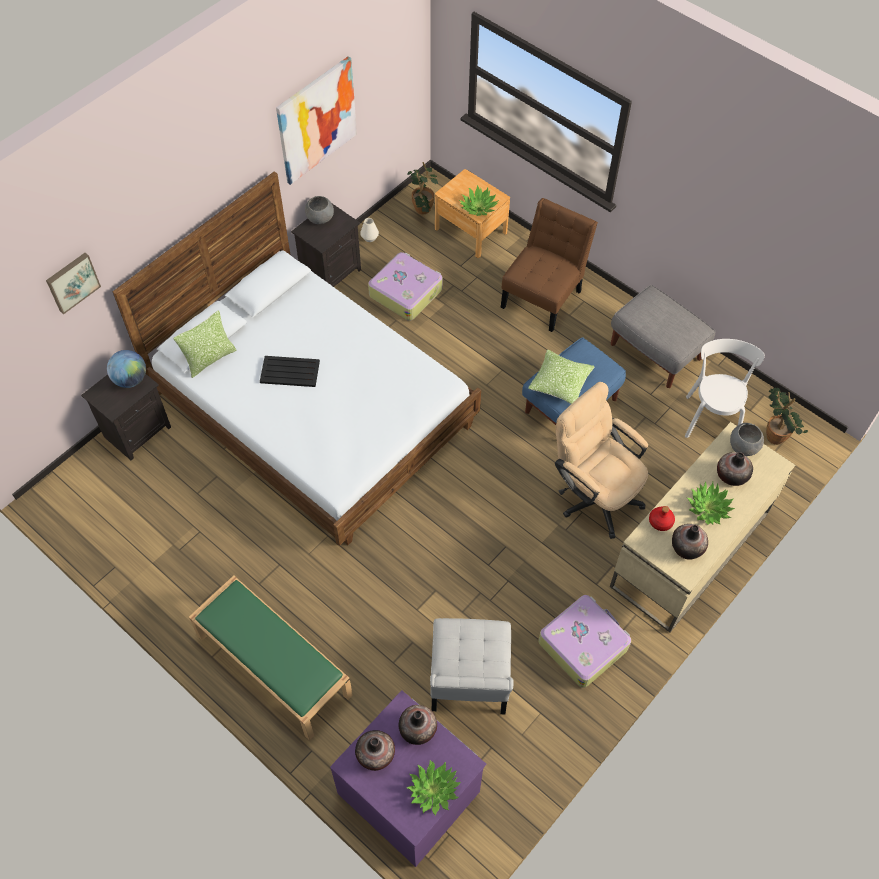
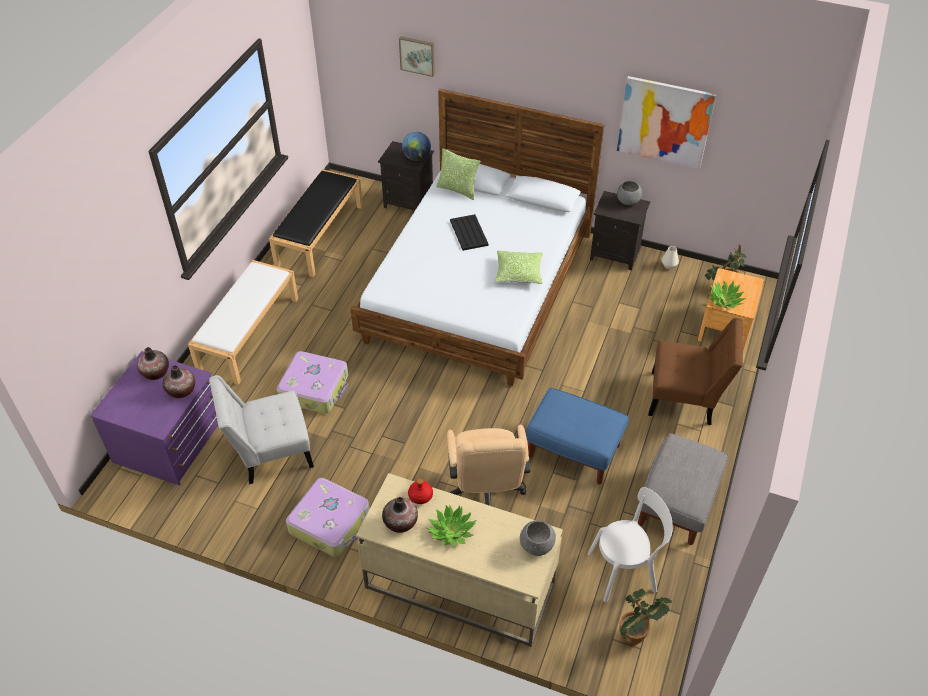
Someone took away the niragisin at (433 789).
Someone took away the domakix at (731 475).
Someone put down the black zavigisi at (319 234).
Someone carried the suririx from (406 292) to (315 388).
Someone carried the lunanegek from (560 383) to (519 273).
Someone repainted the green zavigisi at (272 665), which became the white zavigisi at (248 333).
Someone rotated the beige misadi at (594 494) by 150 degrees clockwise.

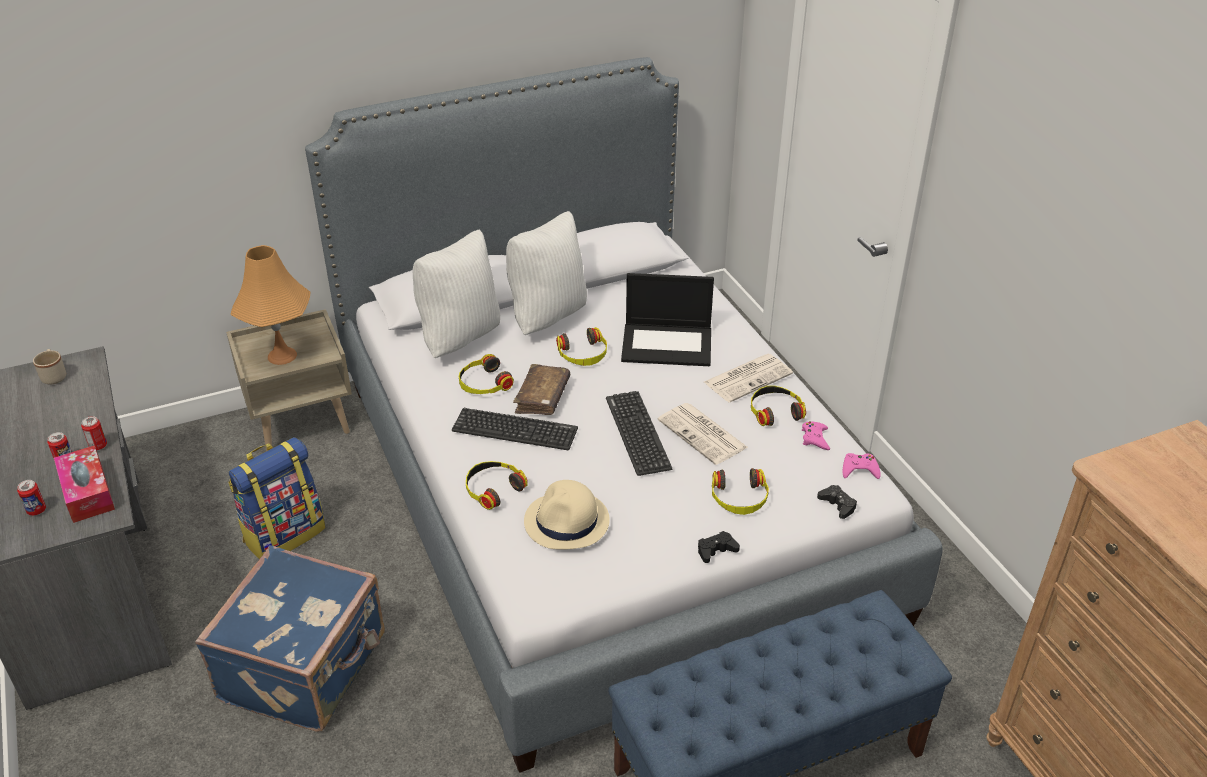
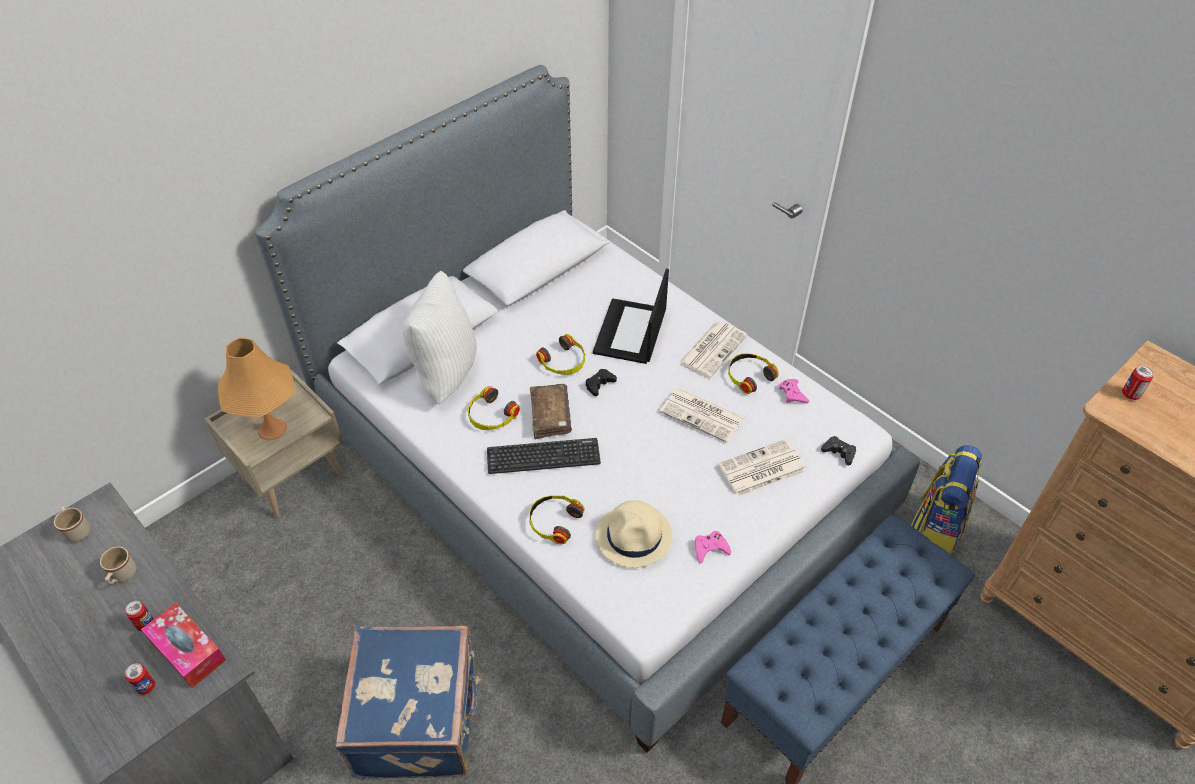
Someone took away the white lunanegek at (547 316).
Someone took away the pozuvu at (637 433).
Someone put down the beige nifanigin at (122 576).
Someone carried the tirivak from (98 446) to (1130 394).
Someone carried the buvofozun from (284 534) to (936 526).
Someone carried the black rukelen from (716 550) to (599 384).
Someone carried the pink rukelen from (859 469) to (710 549).
Someone swapped the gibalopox at (739 498) for the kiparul at (761 469).
Someone rotated the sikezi at (668 344) by 120 degrees clockwise.

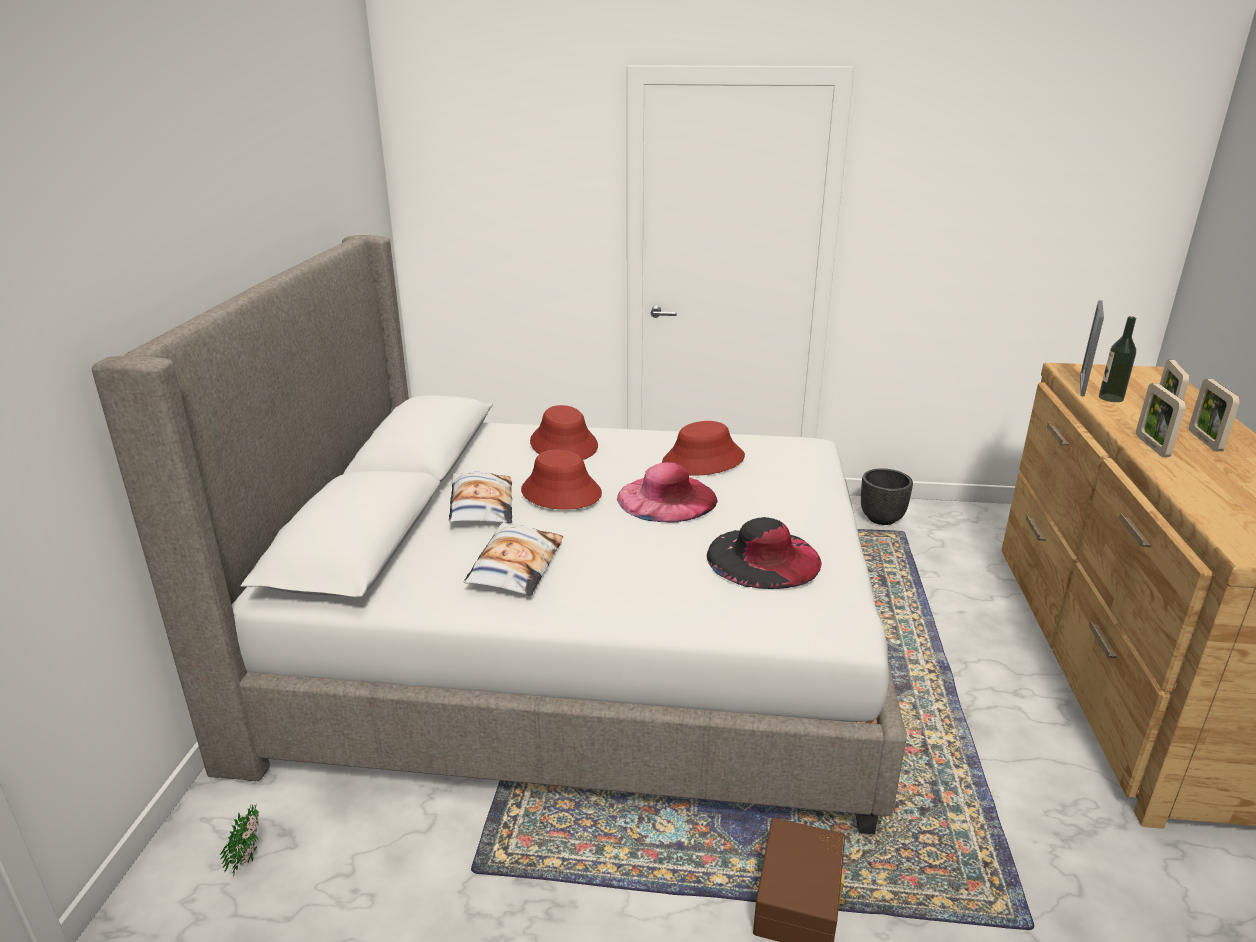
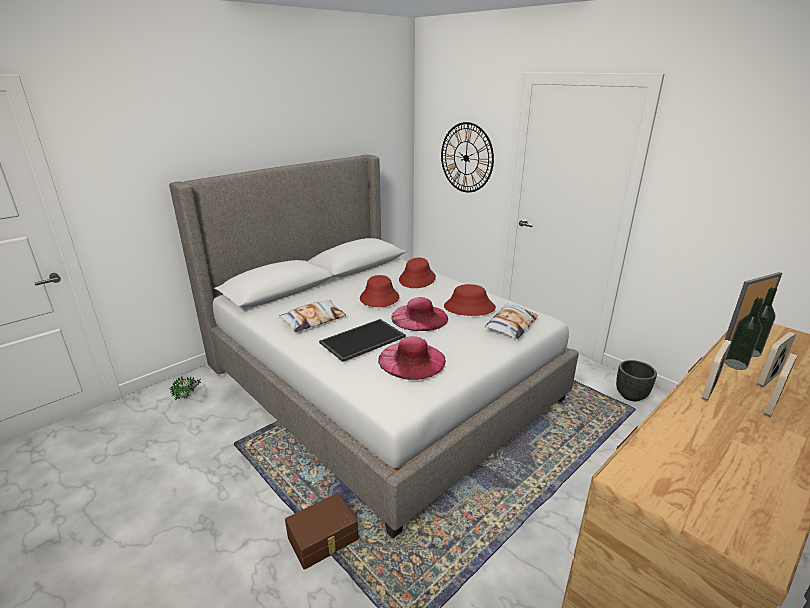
Someone put down the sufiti at (363 340).
Someone put up the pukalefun at (466 158).
Someone put down the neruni at (735 364).
Someone carried the lunanegek from (480 506) to (511 325).
Someone repainted the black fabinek at (763 558), which became the pink fabinek at (412 360).

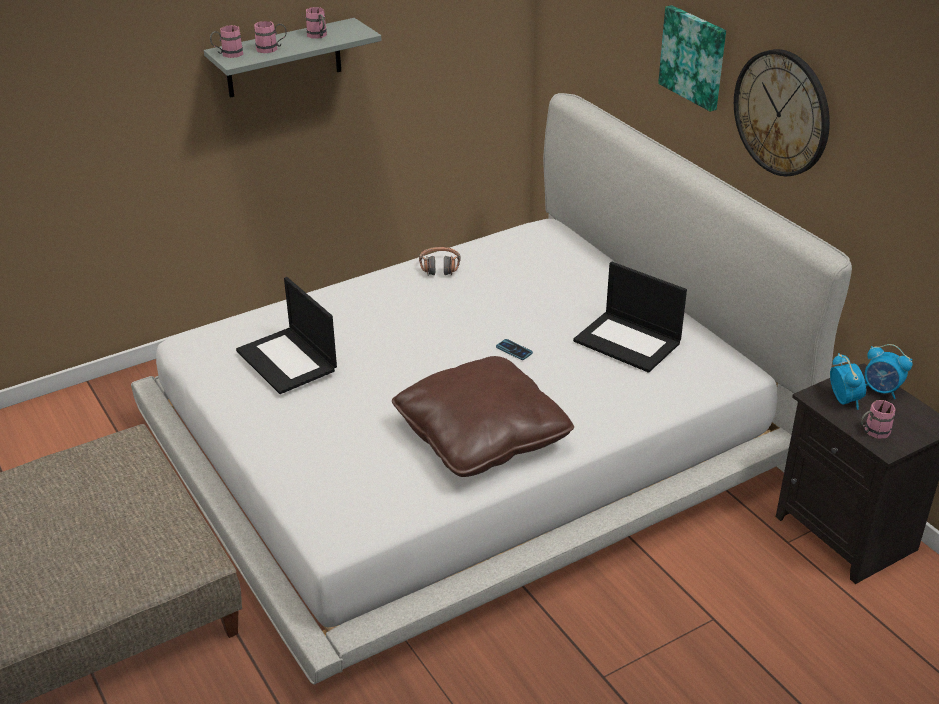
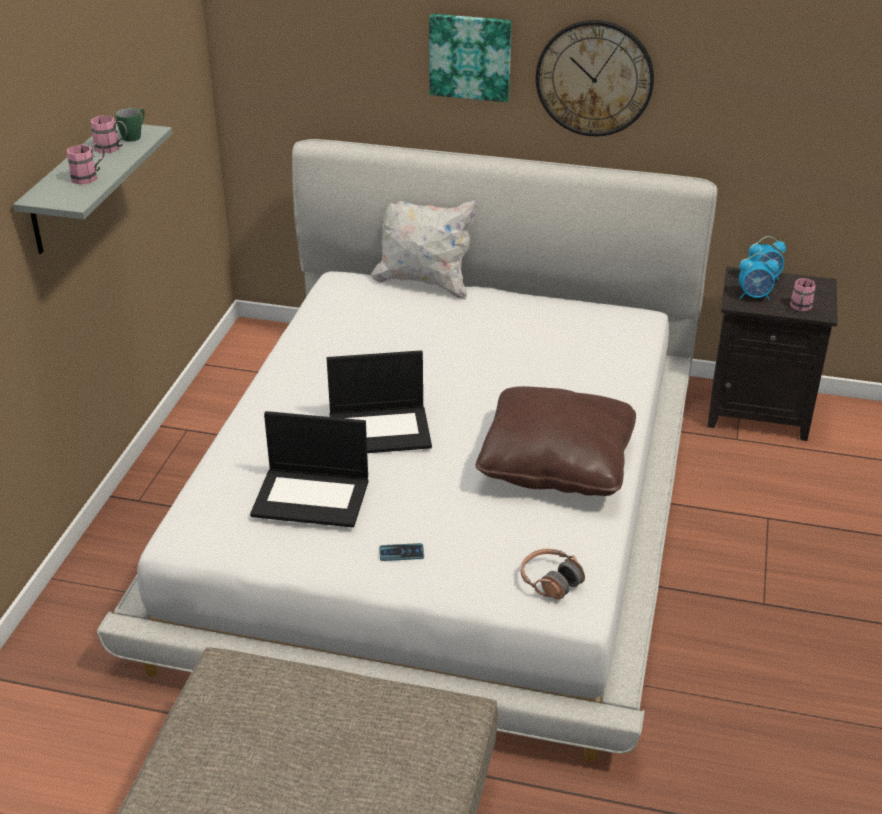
Someone took away the pink nifanigin at (228 55).
Someone put down the green nifanigin at (134 136).
Someone put down the white lunanegek at (424 282).
Someone carried the gibalopox from (439 268) to (550 581).
Someone carried the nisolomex from (514 350) to (401 553).
Someone carried the sikezi from (628 342) to (380 430).
Someone rotated the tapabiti at (844 400) by 150 degrees clockwise.

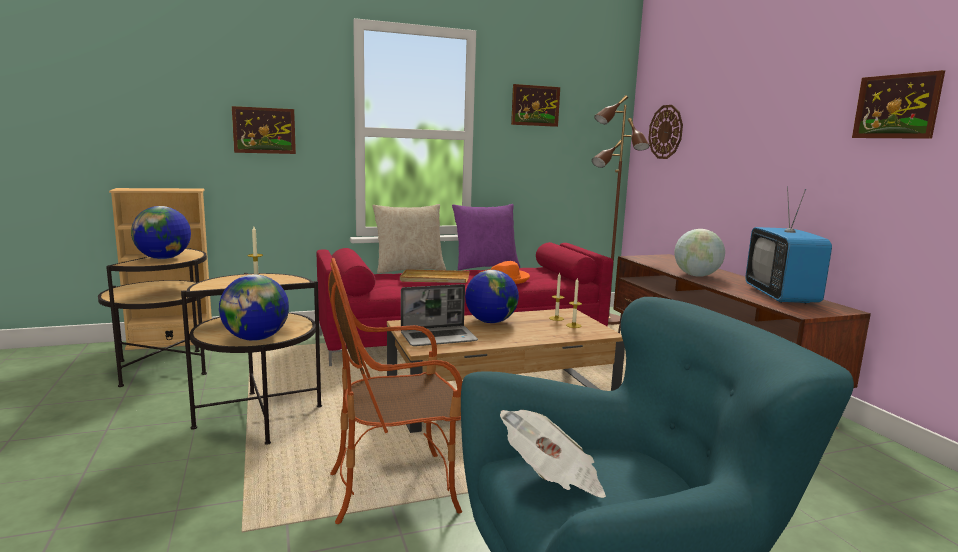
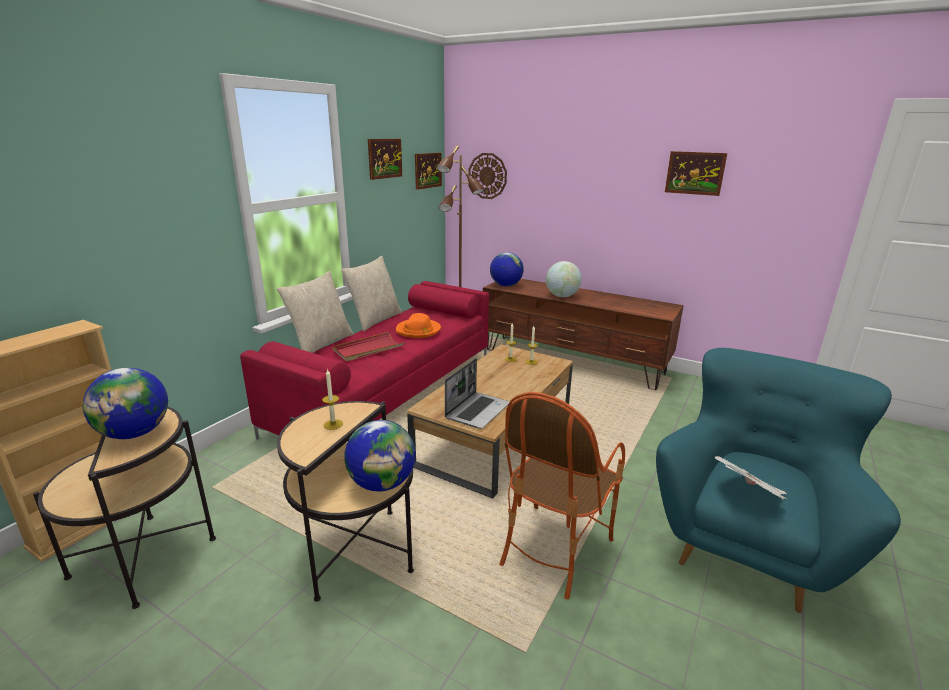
Someone took away the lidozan at (781 296).
Someone carried the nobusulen from (264 130) to (428 170).
Someone carried the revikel from (490 322) to (505 285).
Someone repainted the beige sufiti at (434 279), which became the red sufiti at (368 349).
Someone repainted the purple lunanegek at (485 267), which became the beige lunanegek at (375 320).

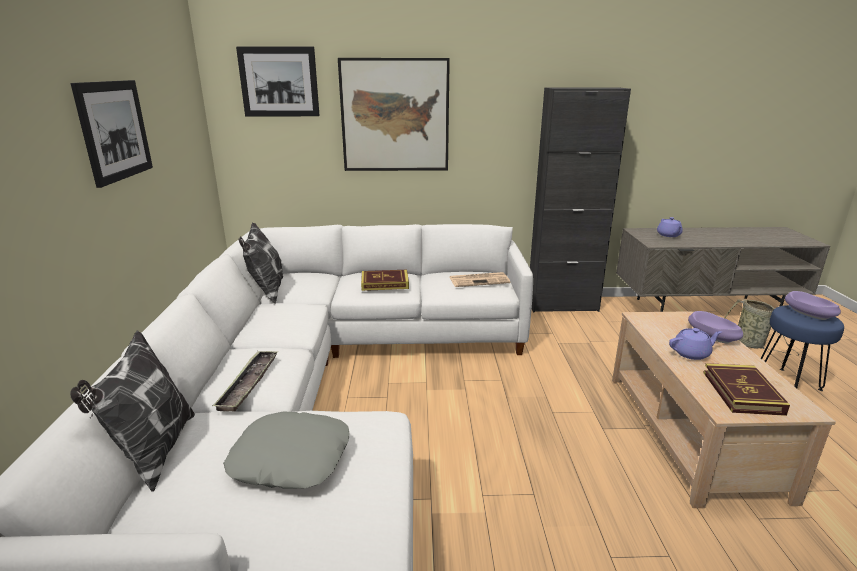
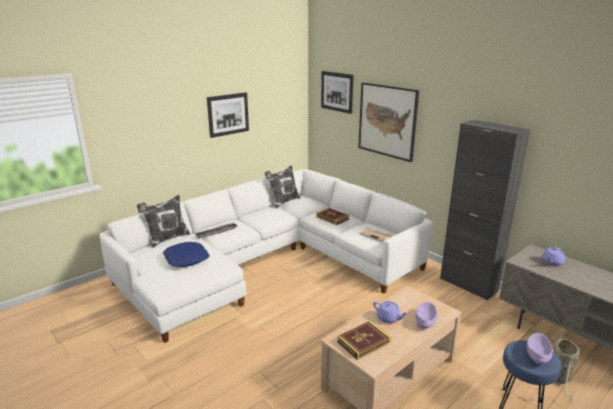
Someone repainted the grey lunanegek at (291 458), which became the blue lunanegek at (187 259).

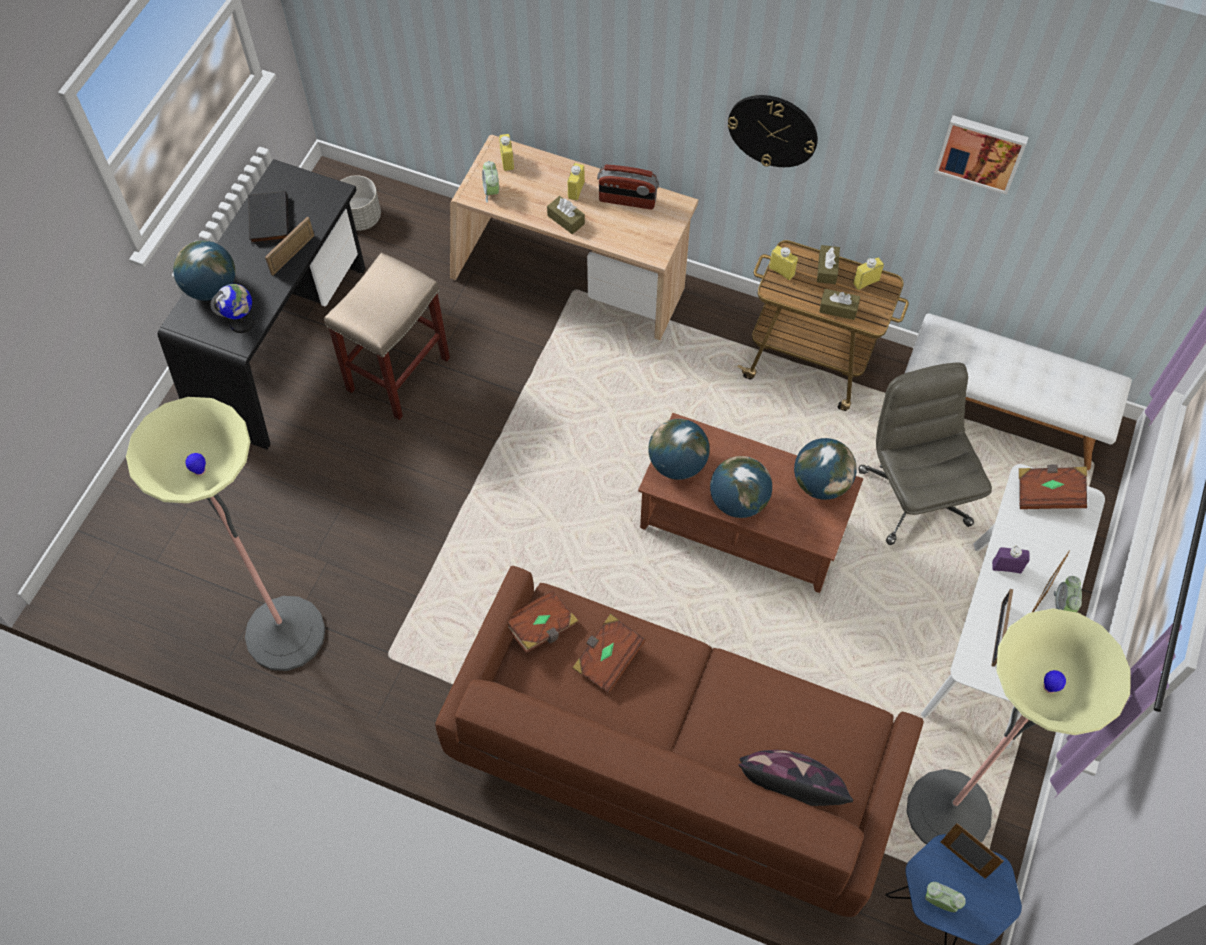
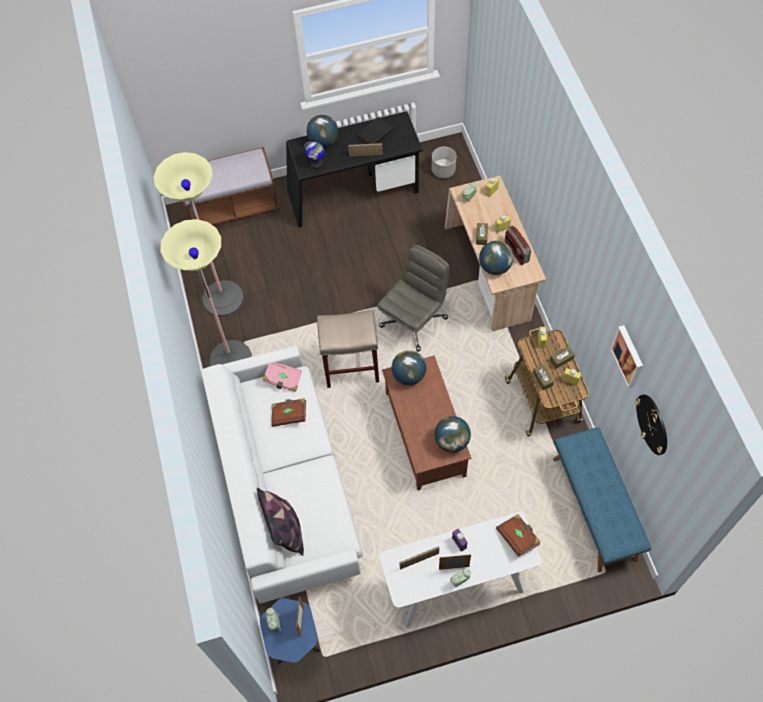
Someone put down the brown zavigisi at (232 206).
Someone carried the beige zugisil from (398 375) to (350 368).
Someone carried the revikel from (738 501) to (494 267).
Someone carried the pukalefun from (773 130) to (652 424).
Someone carried the grey misadi from (913 496) to (414 321).
Someone carried the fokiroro from (948 812) to (231 359).
Someone repainted the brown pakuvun at (674 756), which became the white pakuvun at (286 484).
Someone repainted the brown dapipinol at (541 627), which became the pink dapipinol at (283 380).
Someone repainted the white zavigisi at (1001 412), which became the blue zavigisi at (595 508).

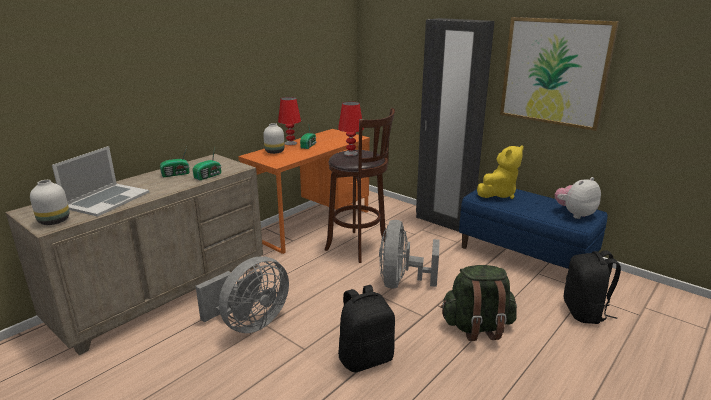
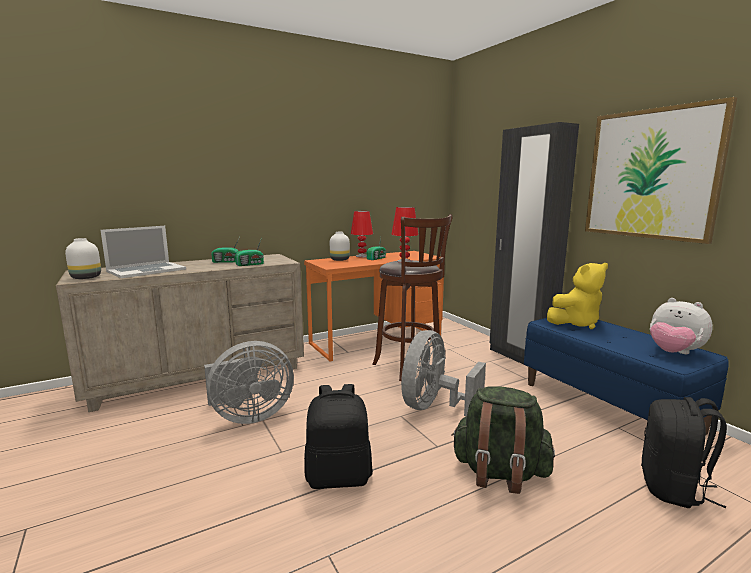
Someone rotated the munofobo at (574 214) by 120 degrees counterclockwise.

